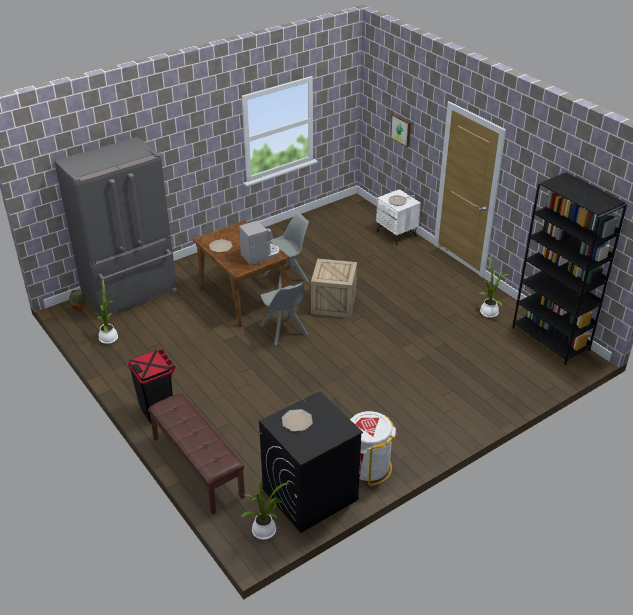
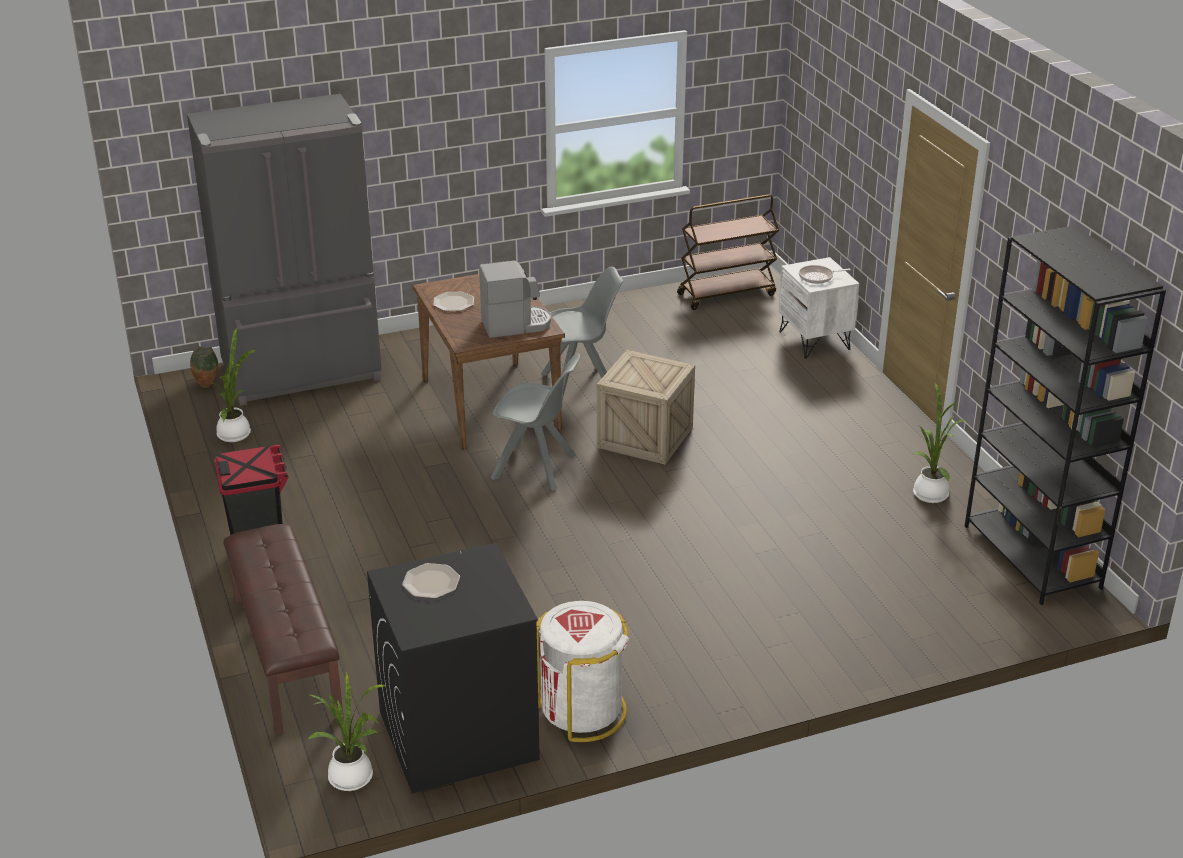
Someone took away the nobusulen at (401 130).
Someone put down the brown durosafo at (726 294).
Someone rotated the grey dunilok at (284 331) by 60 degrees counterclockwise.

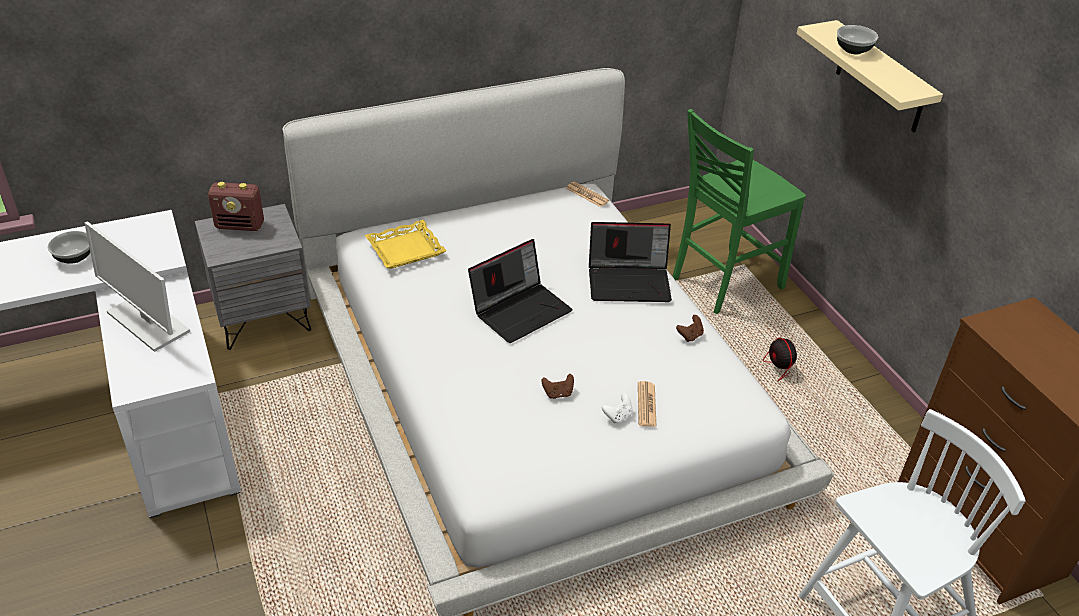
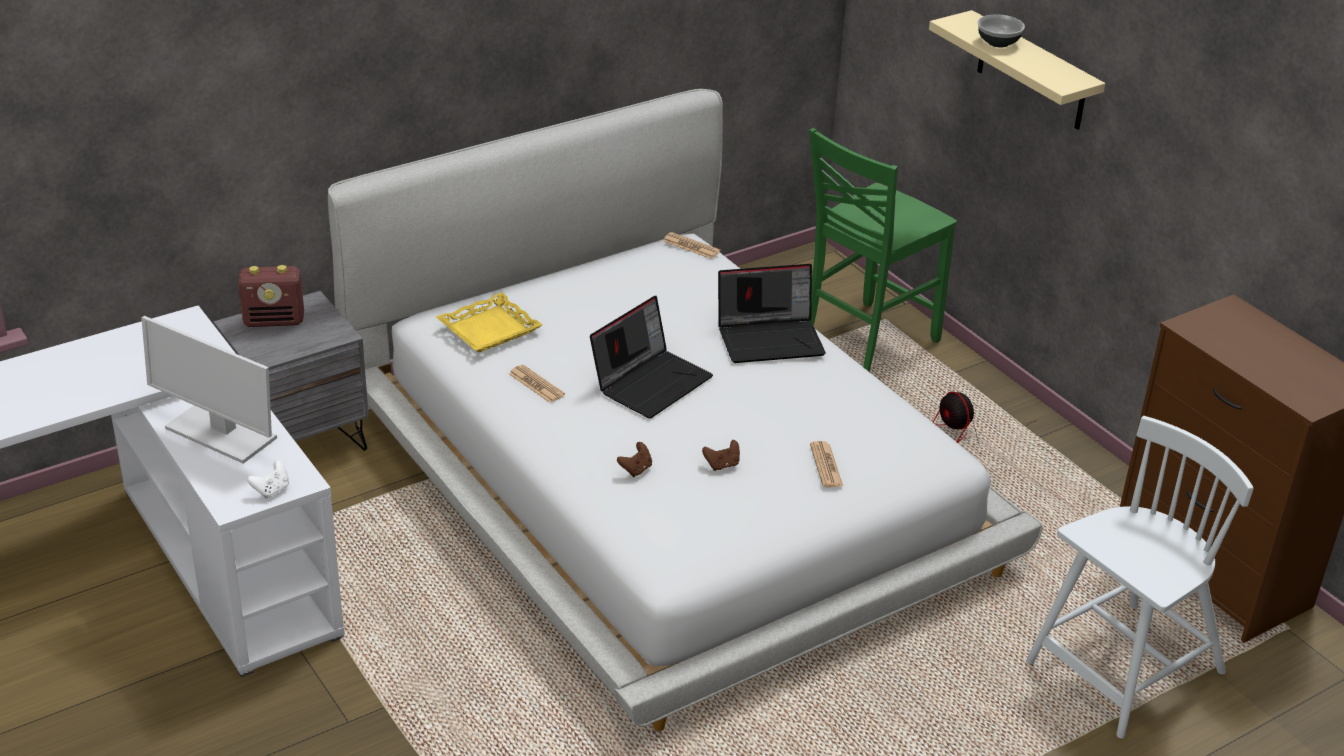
Someone took away the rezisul at (73 257).
Someone put down the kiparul at (536 384).
Someone carried the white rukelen from (618 416) to (271 490).
Someone carried the brown rukelen from (690 336) to (636 469).

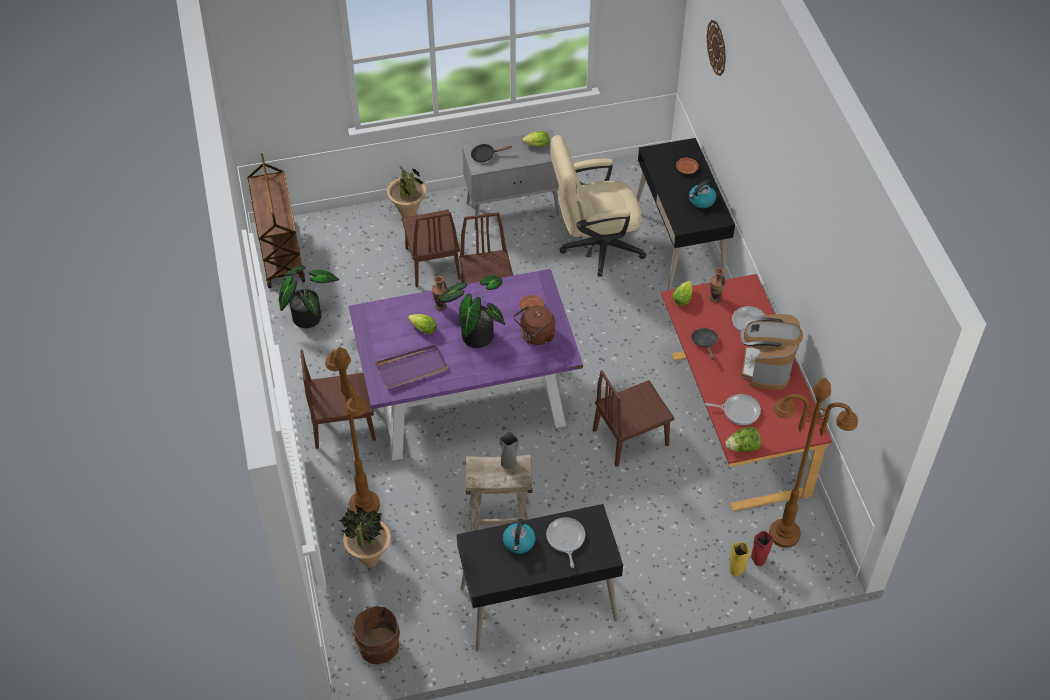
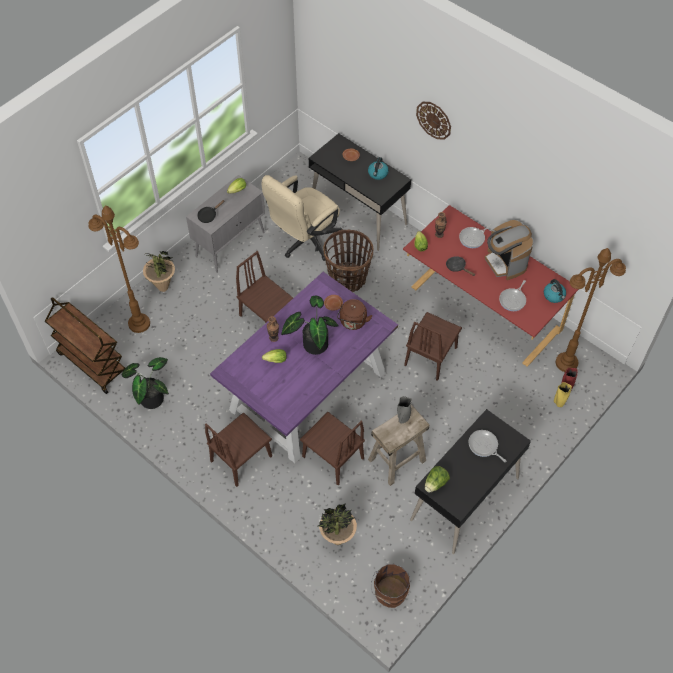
Someone took away the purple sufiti at (412 368).
Someone put down the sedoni at (348 278).
Someone carried the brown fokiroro from (364 504) to (139 323).
Someone carried the brown dunilok from (432 263) to (333 457).
Someone carried the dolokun from (519 542) to (554 296).
Someone carried the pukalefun from (717 47) to (434 120).
Someone carried the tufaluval from (743 447) to (435 483).
Someone rotated the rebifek at (739 411) by 150 degrees clockwise.

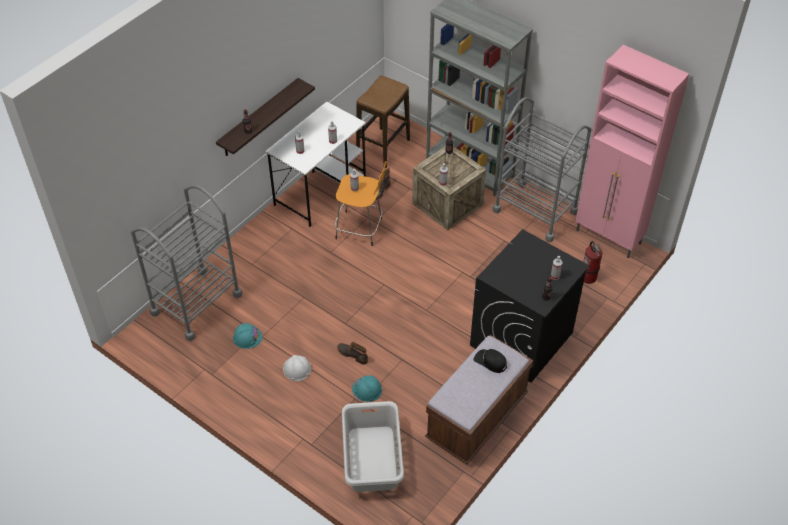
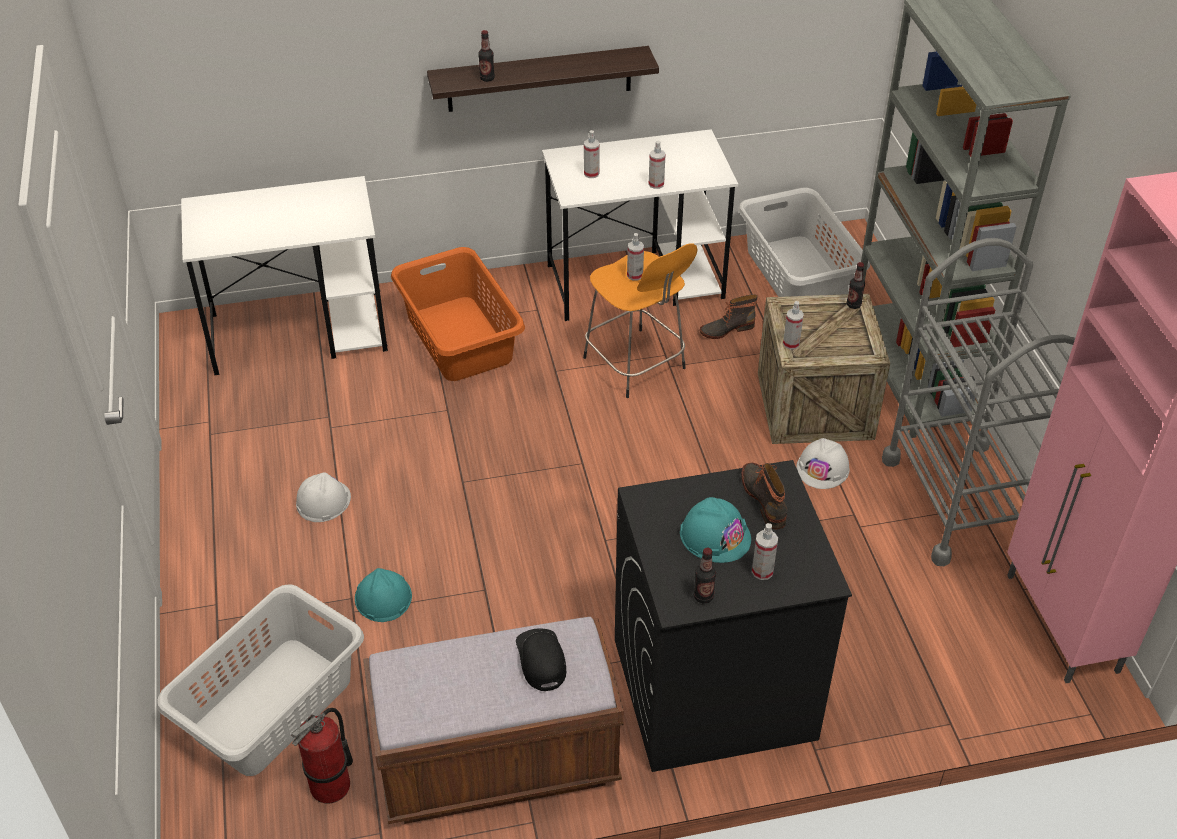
Someone put down the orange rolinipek at (460 337).
Someone put down the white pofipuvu at (823 468).
Someone carried the turquoise pofipuvu from (247 337) to (715 535).
Someone carried the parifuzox from (353 354) to (765 499).
Someone carried the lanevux from (588 277) to (331 785).
Someone swapped the grey durosafo at (196 303) for the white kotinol at (300 332).
Someone swapped the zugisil at (383 147) for the grey rolinipek at (798 273).

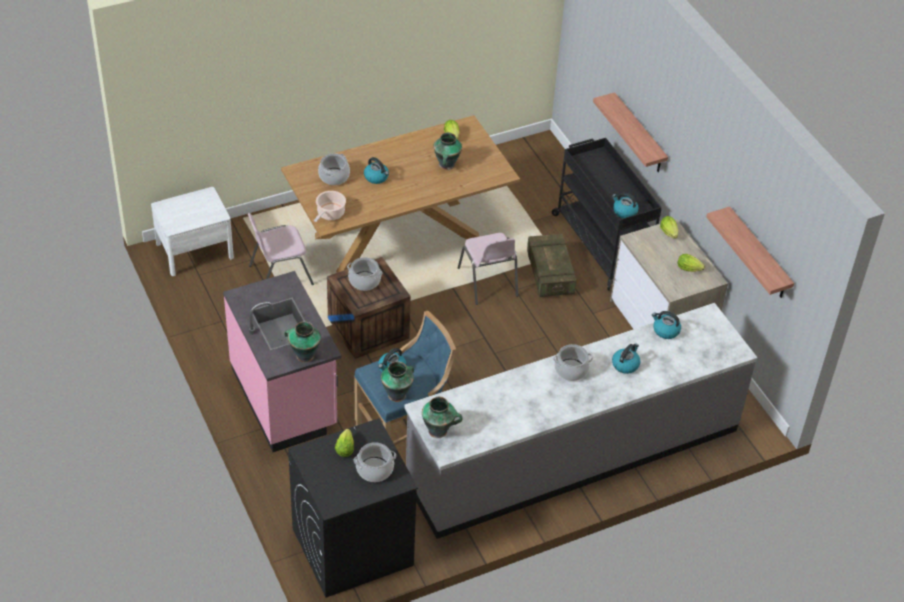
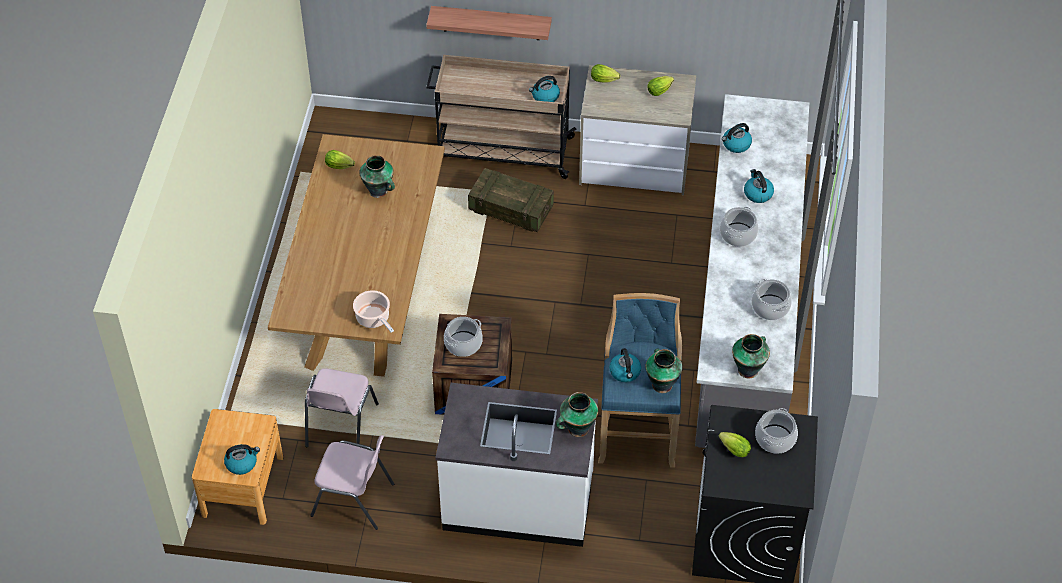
Someone took away the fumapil at (758 255).
Someone carried the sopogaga from (334 177) to (770 307).
Someone carried the dolokun from (376 177) to (242 463).
Someone carried the pink dunilok from (488 283) to (354 500).
Someone repainted the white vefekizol at (194 251), which became the brown vefekizol at (243 486).
Someone repainted the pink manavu at (285 398), which became the white manavu at (518 502).
Someone repainted the black durosafo at (601 244), which became the beige durosafo at (501 151).

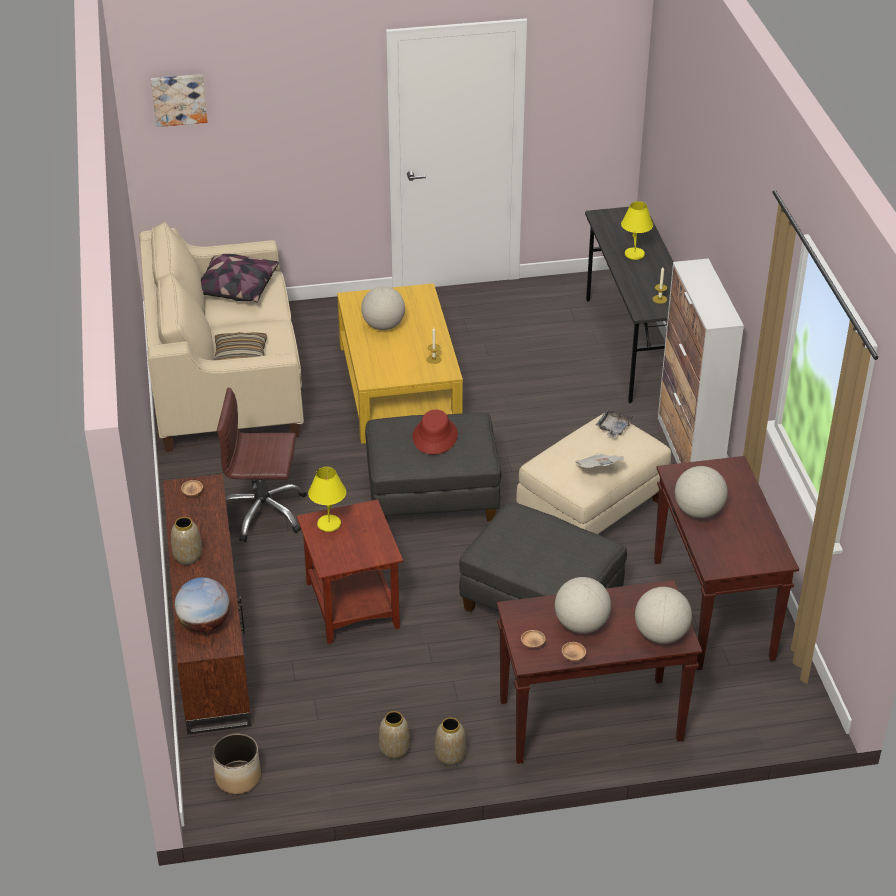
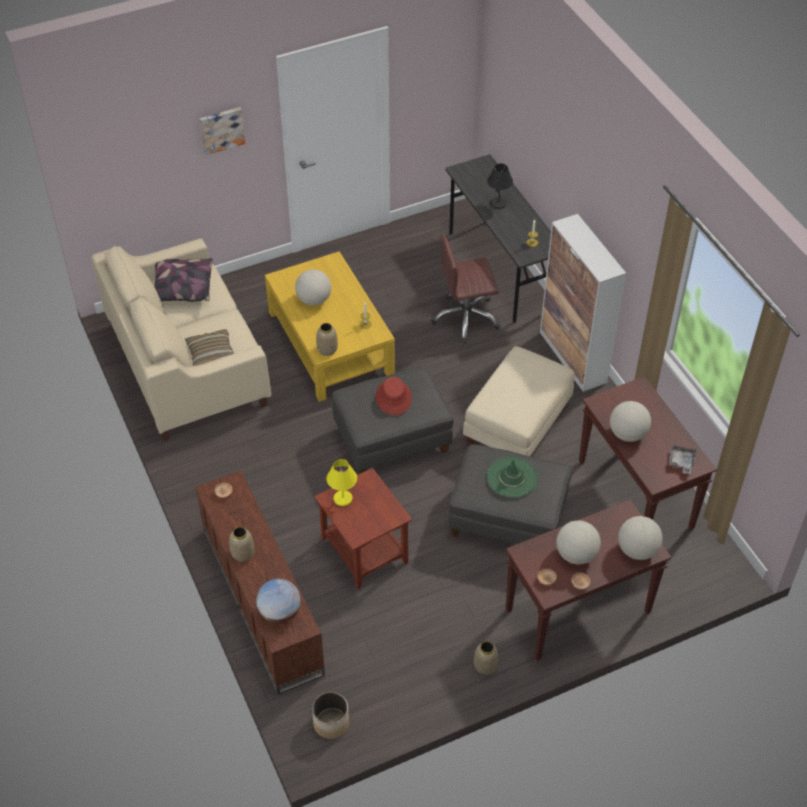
Someone took away the kiparul at (598 470).
Someone put down the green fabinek at (512 477).
Someone carried the nobusulen from (179 99) to (221 129).
Someone carried the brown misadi from (262 512) to (466 318).
Someone carried the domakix from (394 750) to (327 350).
Someone carried the grey sufiti from (613 428) to (681 462).
Someone repainted the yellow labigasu at (635 255), which became the black labigasu at (498 203).

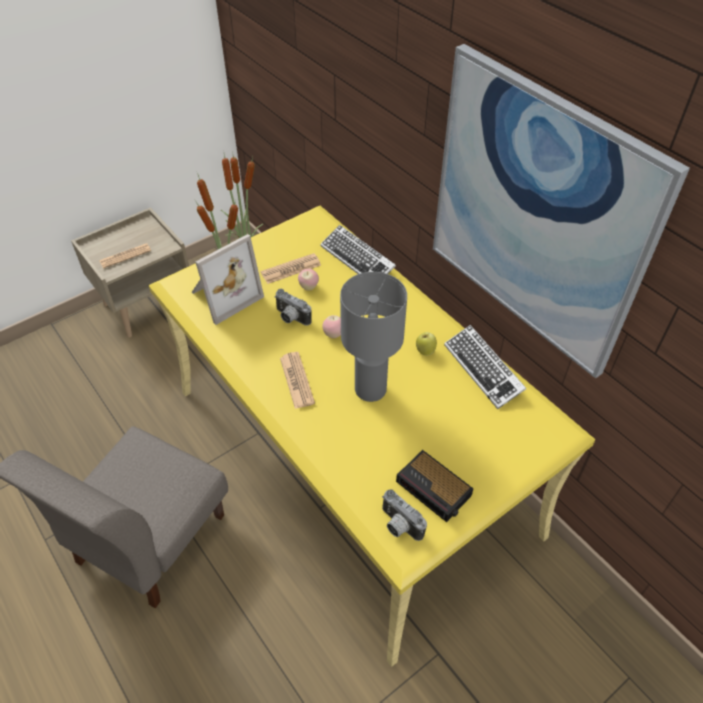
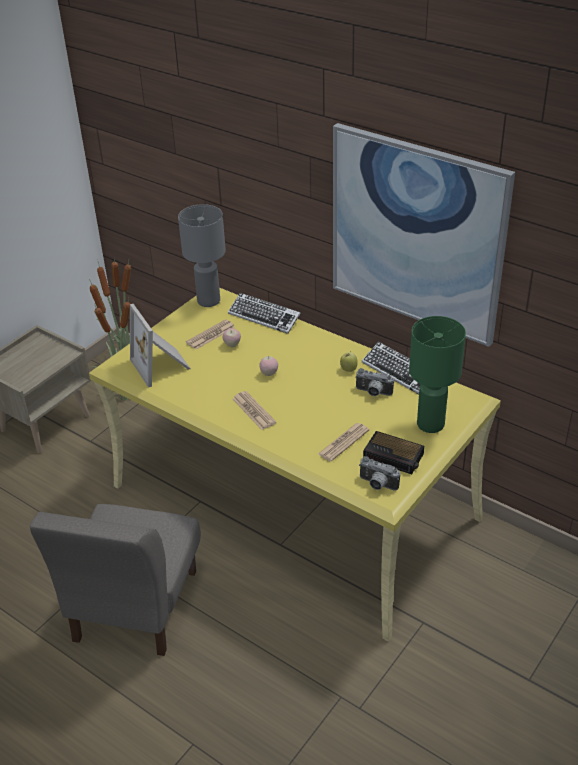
Someone put down the green labigasu at (430 425).
Someone carried the kiparul from (125 256) to (343 442).
Someone carried the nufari from (290 318) to (373 393).
Someone carried the grey labigasu from (370 389) to (208 300).
Someone rotated the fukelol at (224 295) by 120 degrees clockwise.

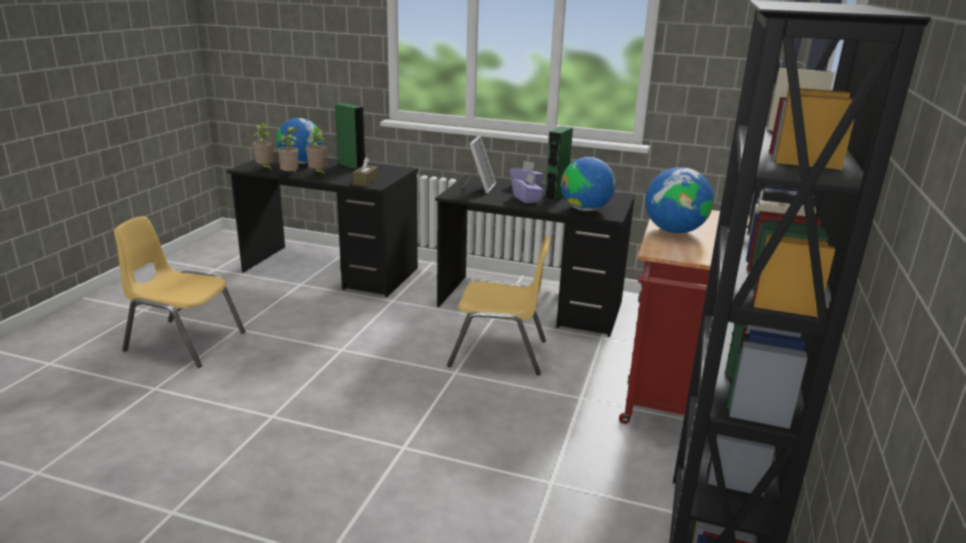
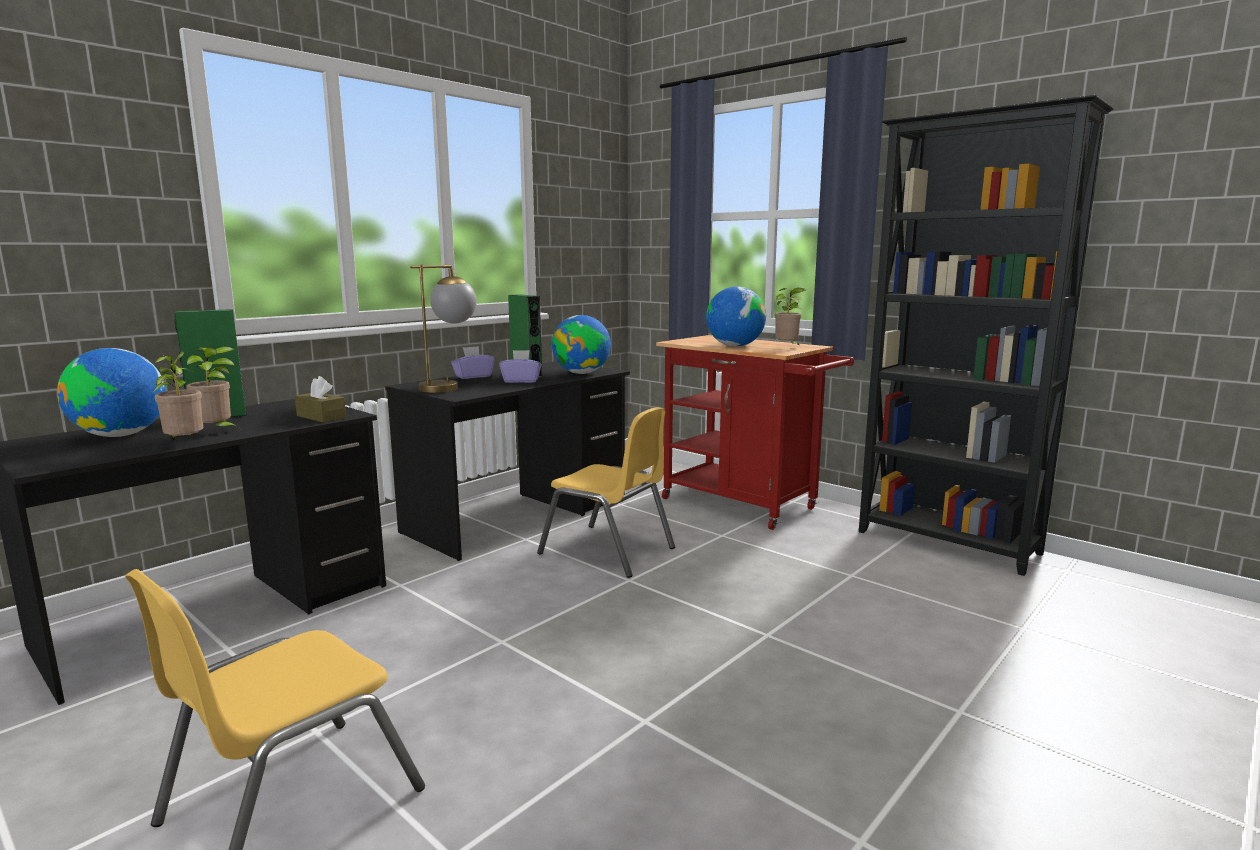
Someone carried the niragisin from (265 169) to (788 348).
Someone swapped the fukelol at (480 187) for the labigasu at (449 387).
Someone rotated the yellow dunilok at (499 353) by 90 degrees clockwise.

